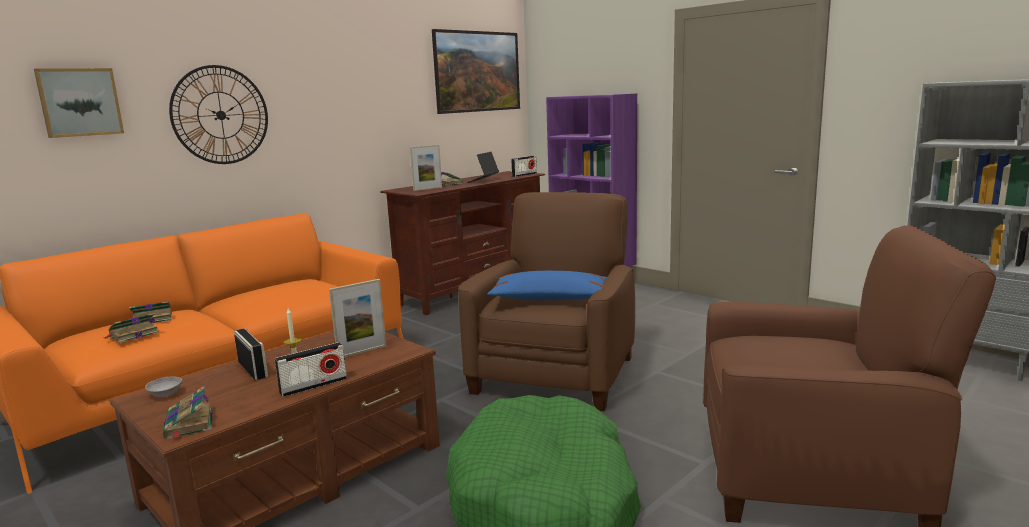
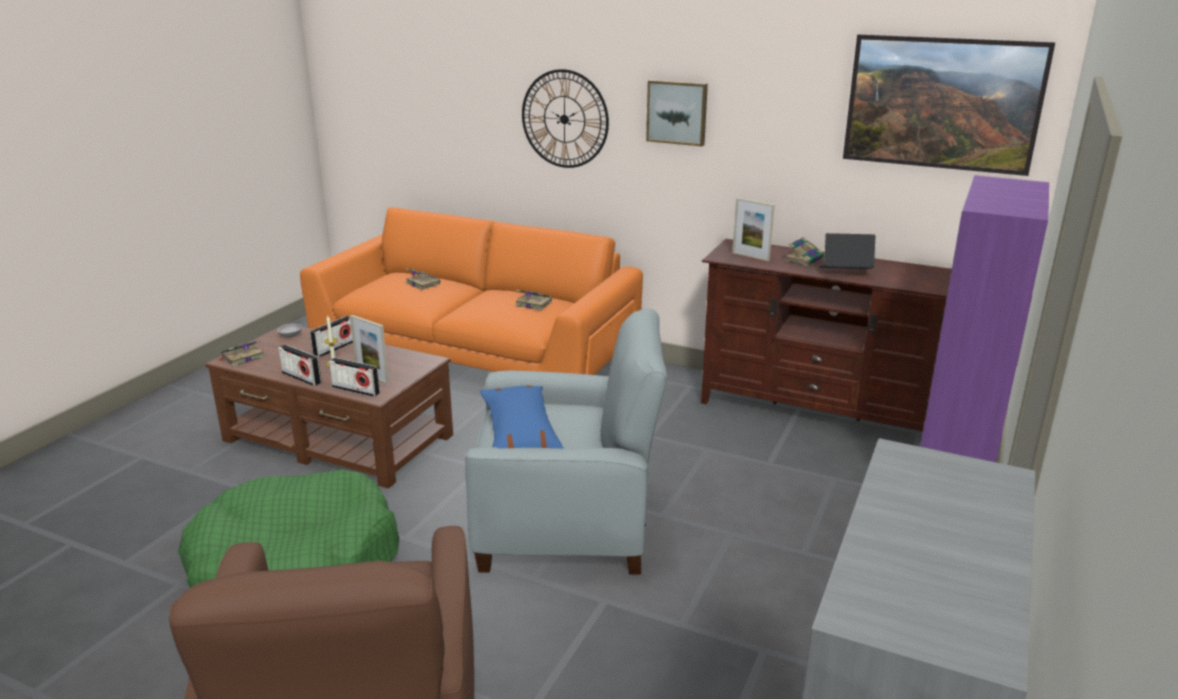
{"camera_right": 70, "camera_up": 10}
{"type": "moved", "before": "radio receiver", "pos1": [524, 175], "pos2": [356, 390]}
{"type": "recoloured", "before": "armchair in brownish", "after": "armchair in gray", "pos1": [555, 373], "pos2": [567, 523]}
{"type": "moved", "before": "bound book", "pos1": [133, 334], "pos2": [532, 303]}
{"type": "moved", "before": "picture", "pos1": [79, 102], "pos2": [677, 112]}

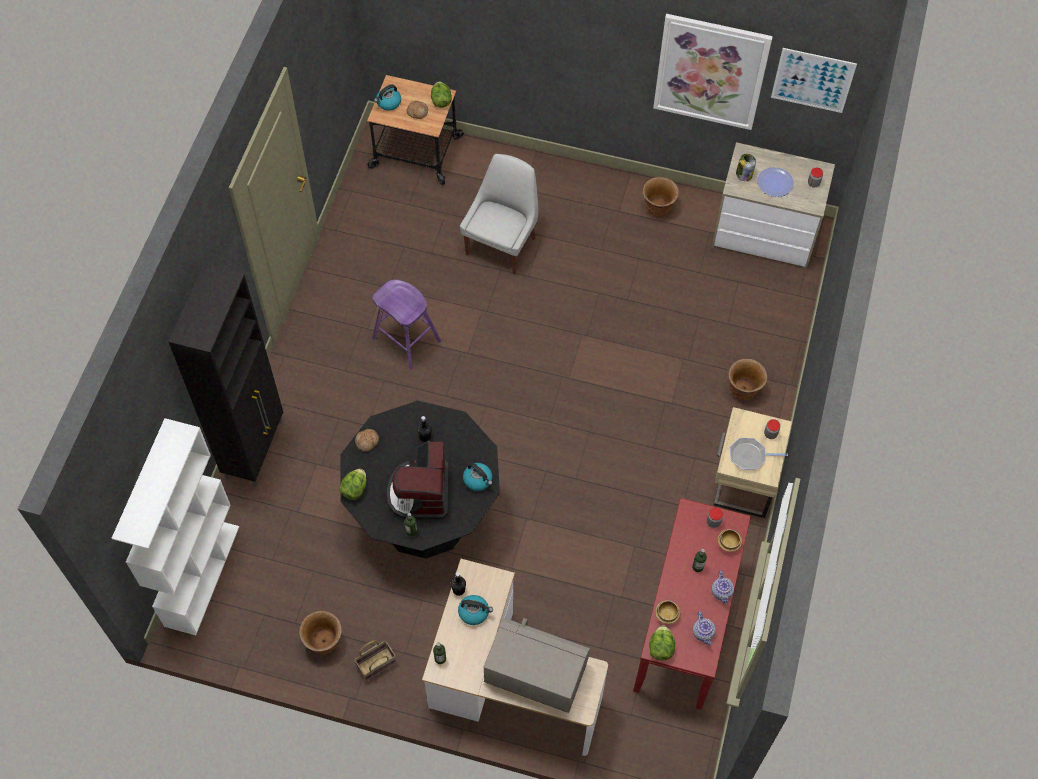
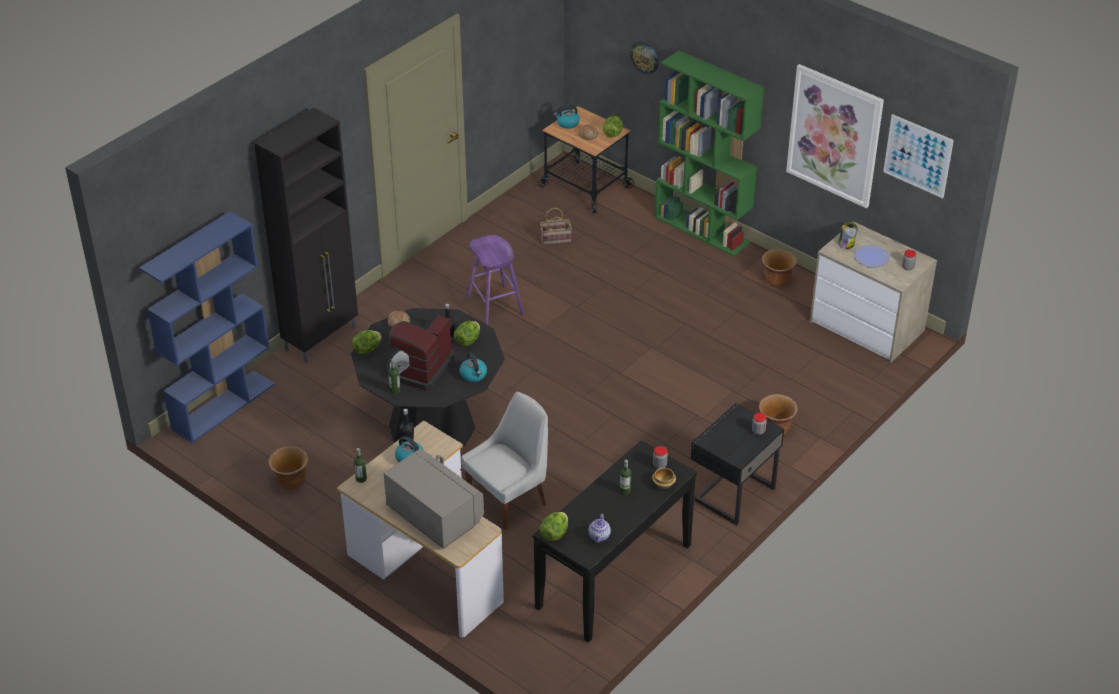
{"camera_right": 25, "camera_up": -20}
{"type": "recoloured", "before": "shelving unit in whitish", "after": "shelving unit in bluish", "pos1": [201, 575], "pos2": [223, 406]}
{"type": "added", "after": "lettuce", "pos2": [468, 340]}
{"type": "moved", "before": "plain chair in whitish", "pos1": [502, 244], "pos2": [509, 499]}
{"type": "recoloured", "before": "hall table in red", "after": "hall table in black-coloured", "pos1": [686, 623], "pos2": [614, 576]}
{"type": "moved", "before": "storage basket", "pos1": [377, 663], "pos2": [556, 238]}
{"type": "added", "after": "hanging clock", "pos2": [644, 57]}
{"type": "added", "after": "shelving unit in greenish", "pos2": [702, 230]}
{"type": "recoloured", "before": "night table in beige", "after": "night table in black-coloured", "pos1": [742, 483], "pos2": [732, 494]}
{"type": "removed", "before": "deep dish", "pos1": [667, 615]}
{"type": "removed", "before": "pot for tea", "pos1": [722, 592]}
{"type": "removed", "before": "pan", "pos1": [749, 456]}

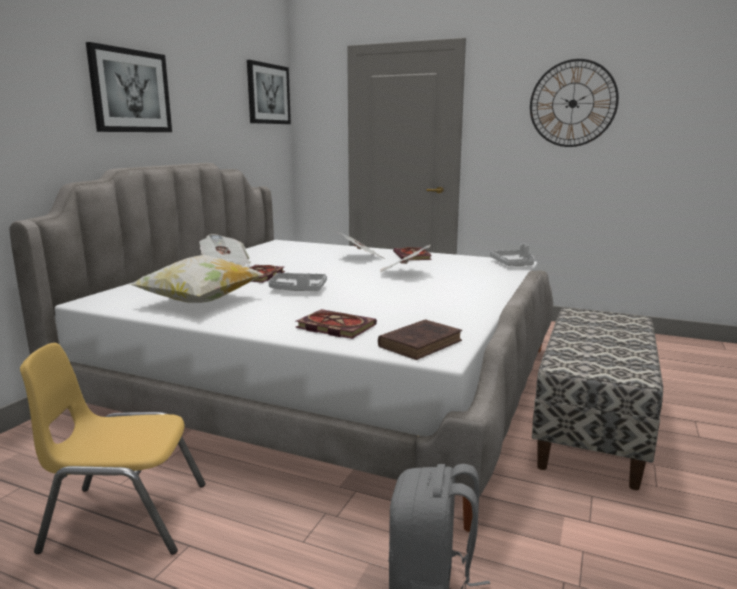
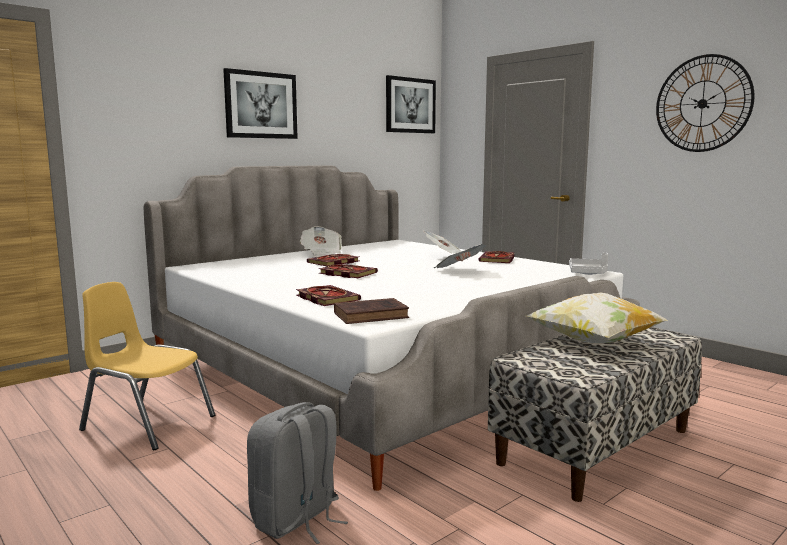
{"camera_right": 25, "camera_up": -5}
{"type": "replaced", "before": "tray in gray", "after": "bound book", "pos1": [298, 290], "pos2": [346, 273]}
{"type": "moved", "before": "throw pillow", "pos1": [200, 302], "pos2": [593, 342]}

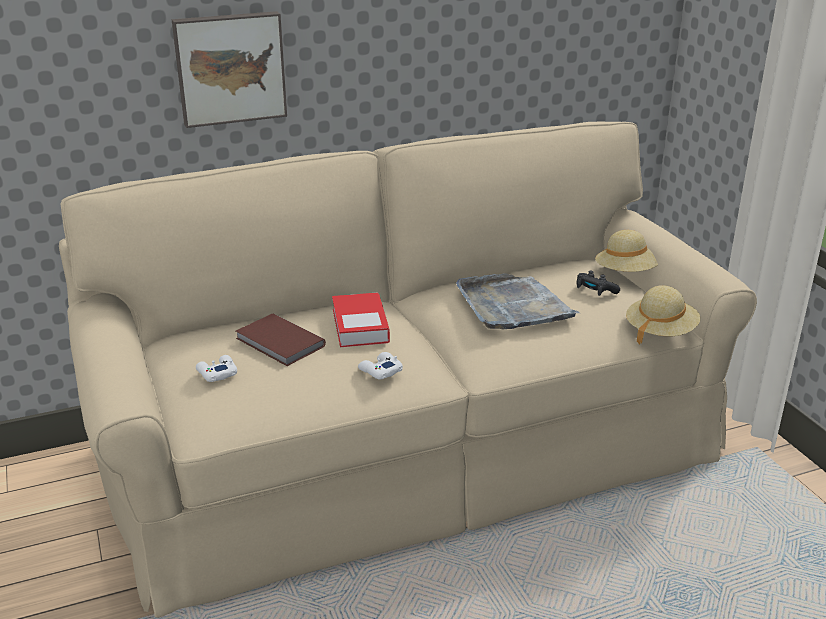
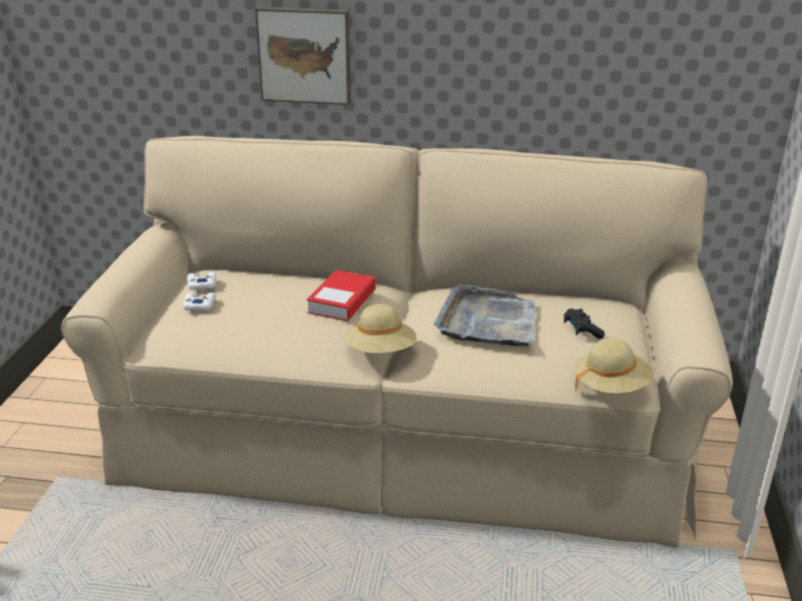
{"camera_right": 30, "camera_up": 0}
{"type": "moved", "before": "game controller in whitish", "pos1": [380, 370], "pos2": [202, 285]}
{"type": "moved", "before": "hat in beige", "pos1": [626, 273], "pos2": [381, 352]}
{"type": "removed", "before": "bound book in brownish", "pos1": [279, 343]}

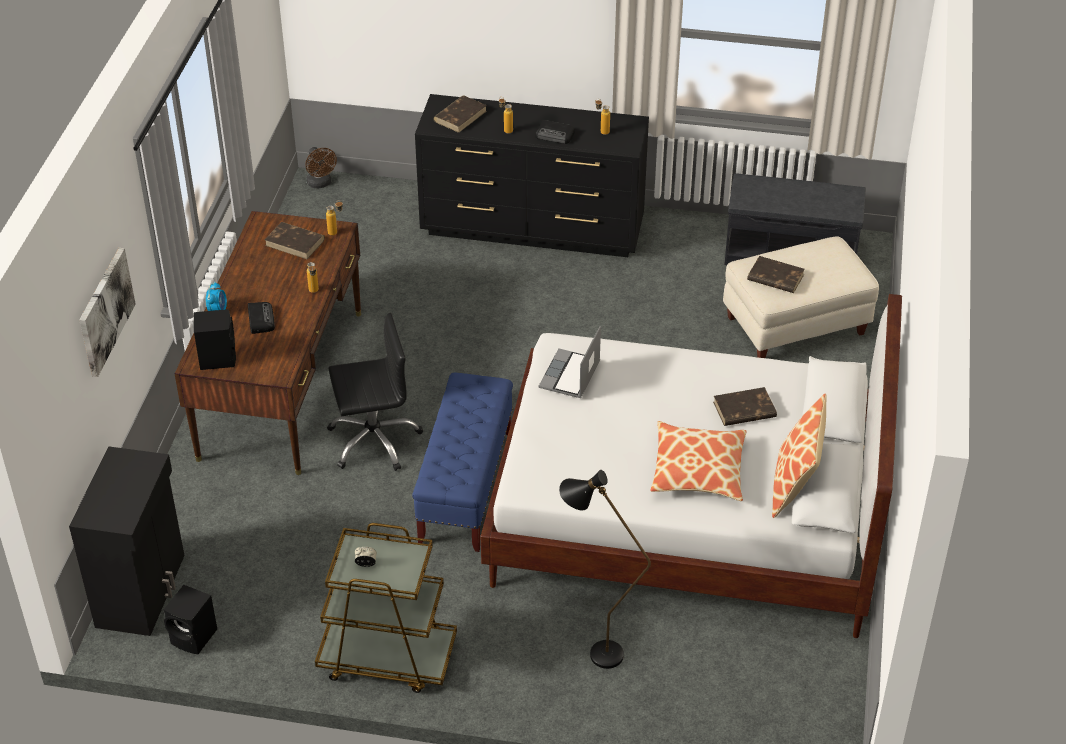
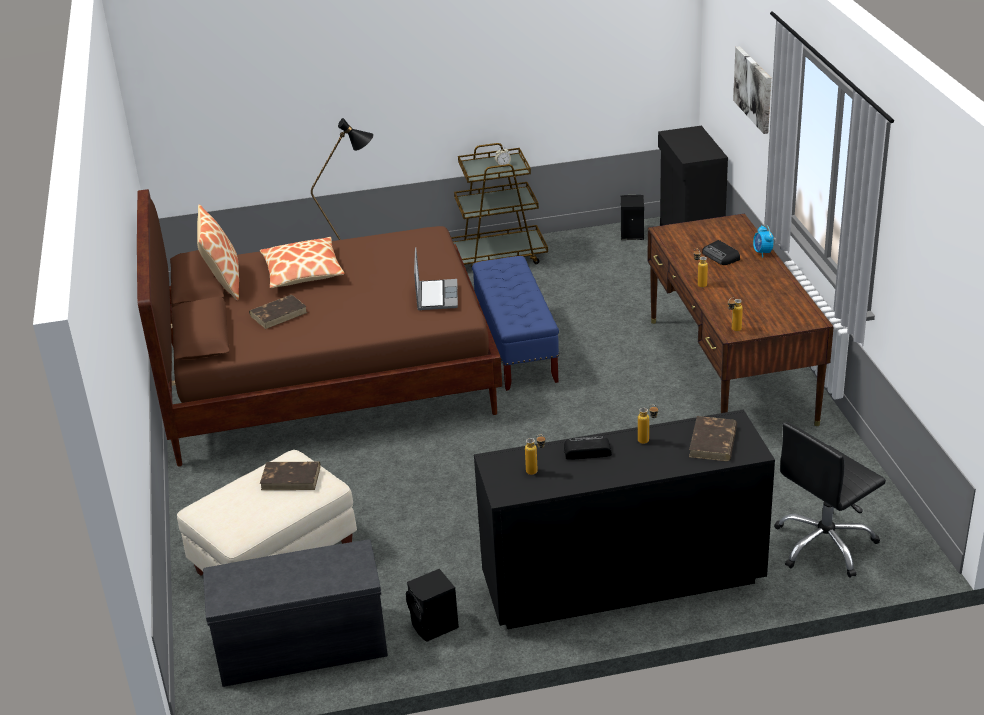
{"camera_right": 160, "camera_up": -10}
{"type": "recoloured", "before": "sleeping bed in whitish", "after": "sleeping bed in brownish", "pos1": [686, 517], "pos2": [327, 378]}
{"type": "moved", "before": "loudspeaker in black-coloured", "pos1": [218, 357], "pos2": [435, 626]}
{"type": "moved", "before": "computer chair in black-coloured", "pos1": [374, 440], "pos2": [824, 545]}
{"type": "removed", "before": "bound book in brownish", "pos1": [295, 243]}
{"type": "removed", "before": "cooling fan in brownish", "pos1": [321, 184]}

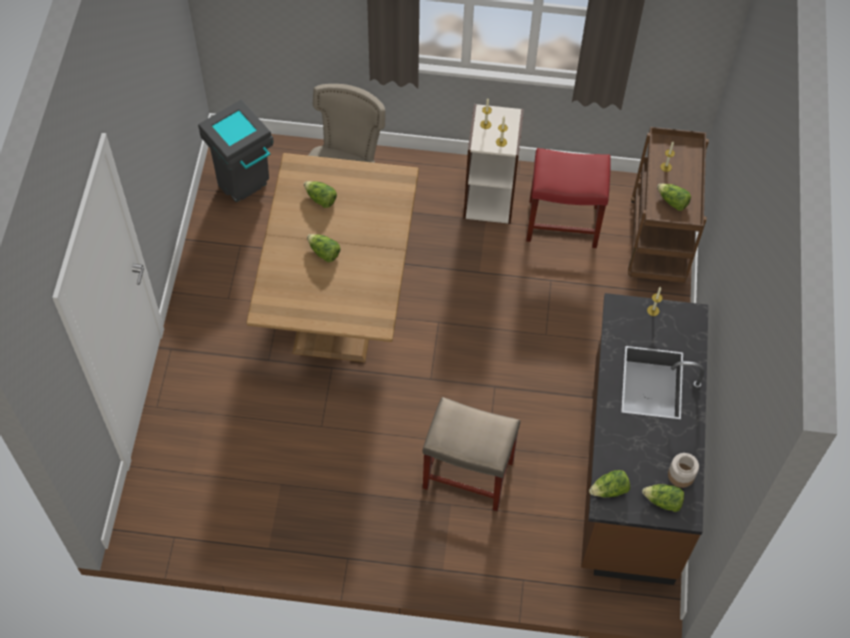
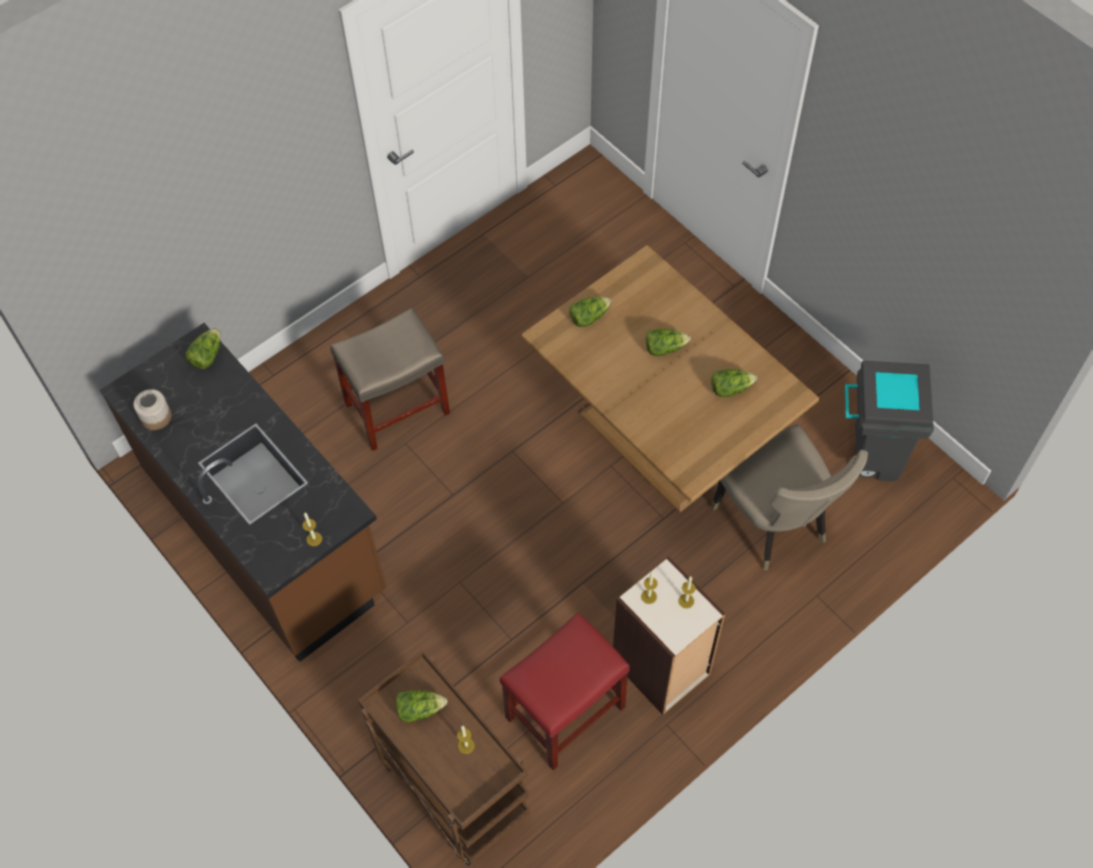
{"camera_right": 135, "camera_up": 0}
{"type": "moved", "before": "lettuce", "pos1": [663, 501], "pos2": [588, 317]}

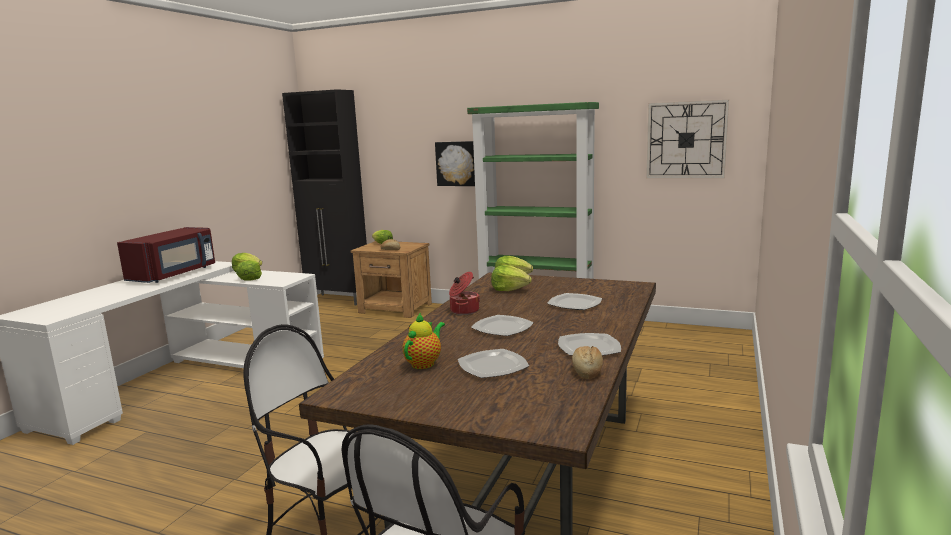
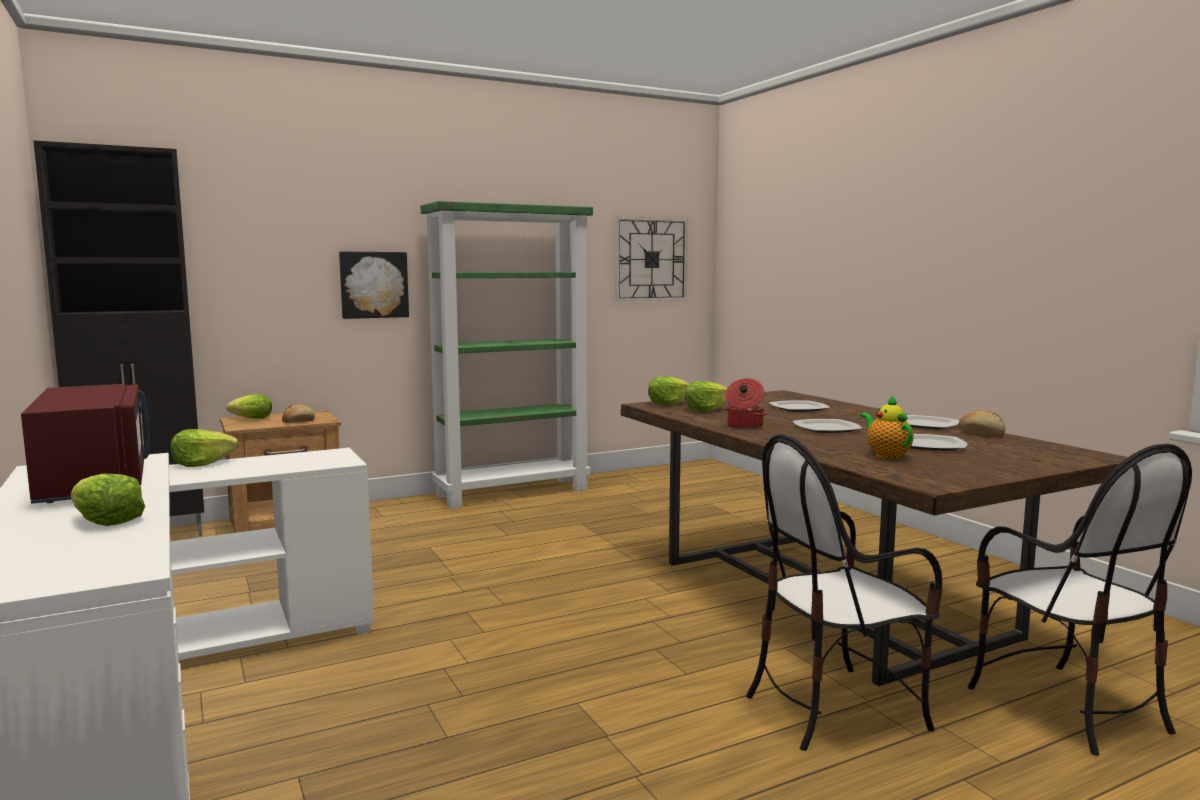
{"camera_right": -50, "camera_up": -5}
{"type": "moved", "before": "lettuce", "pos1": [250, 278], "pos2": [106, 522]}

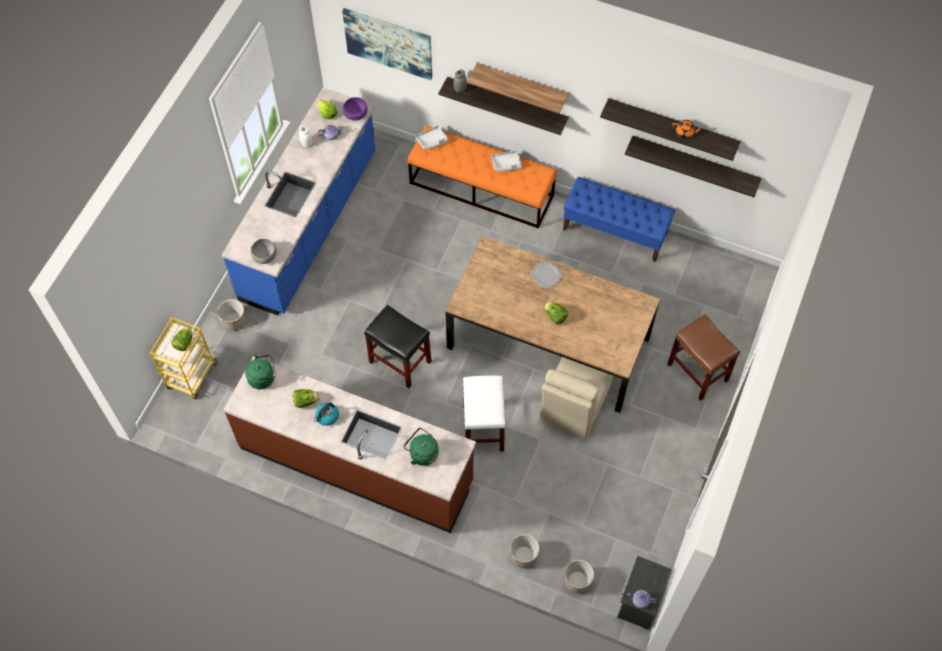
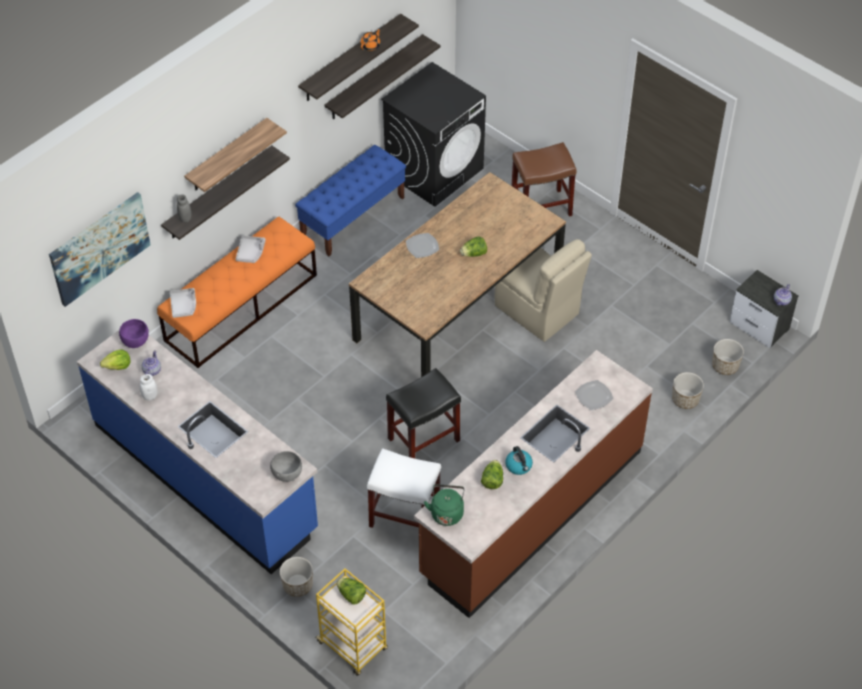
{"camera_right": -70, "camera_up": -10}
{"type": "moved", "before": "stool seat in whitish", "pos1": [483, 428], "pos2": [403, 517]}
{"type": "added", "after": "laundry appliance in black-coloured", "pos2": [434, 170]}
{"type": "replaced", "before": "tea kettle in greenish", "after": "plate", "pos1": [422, 453], "pos2": [593, 396]}

